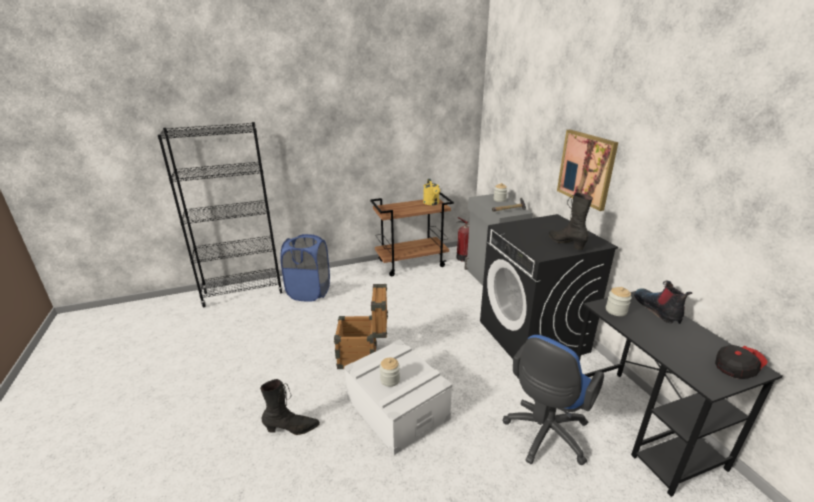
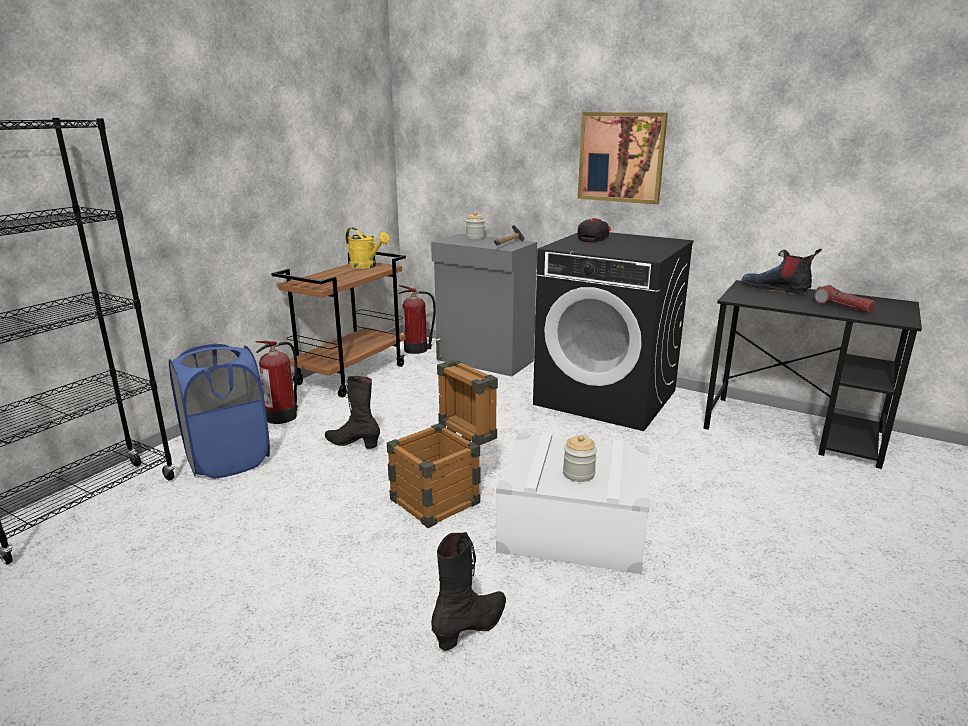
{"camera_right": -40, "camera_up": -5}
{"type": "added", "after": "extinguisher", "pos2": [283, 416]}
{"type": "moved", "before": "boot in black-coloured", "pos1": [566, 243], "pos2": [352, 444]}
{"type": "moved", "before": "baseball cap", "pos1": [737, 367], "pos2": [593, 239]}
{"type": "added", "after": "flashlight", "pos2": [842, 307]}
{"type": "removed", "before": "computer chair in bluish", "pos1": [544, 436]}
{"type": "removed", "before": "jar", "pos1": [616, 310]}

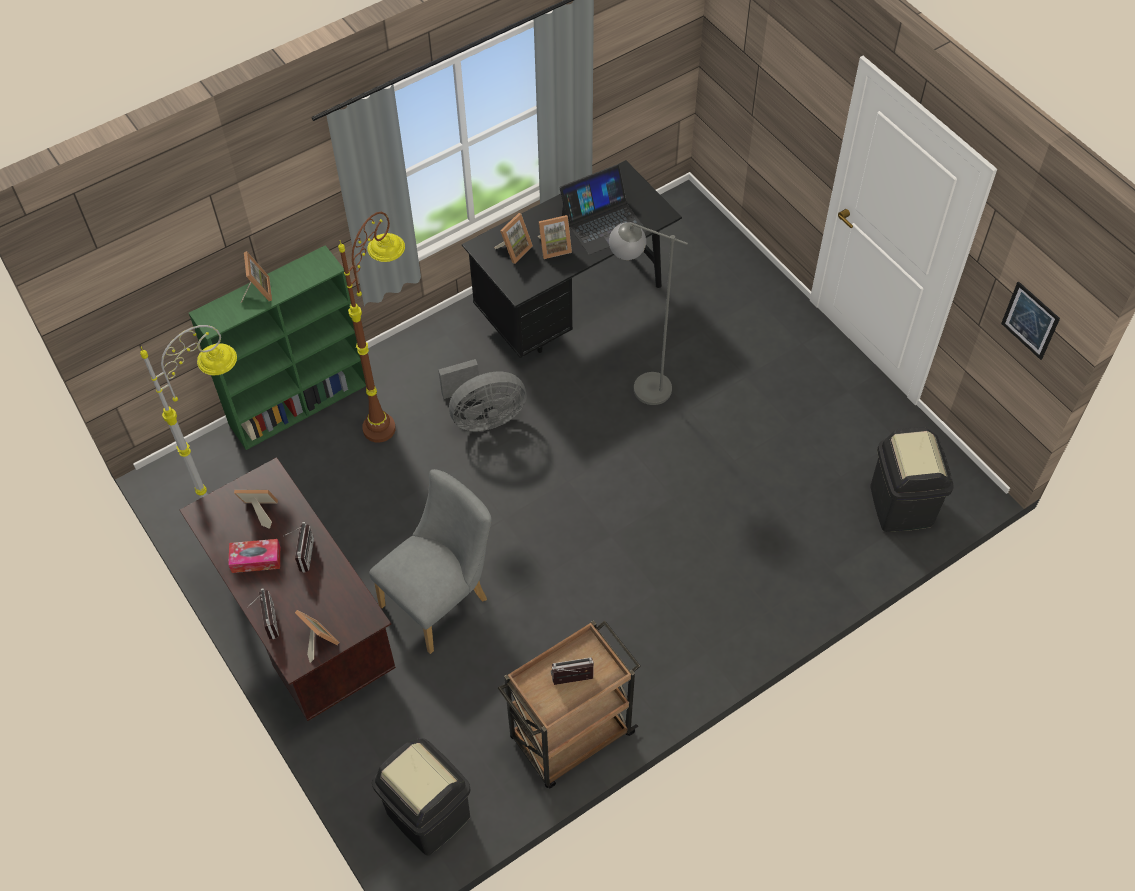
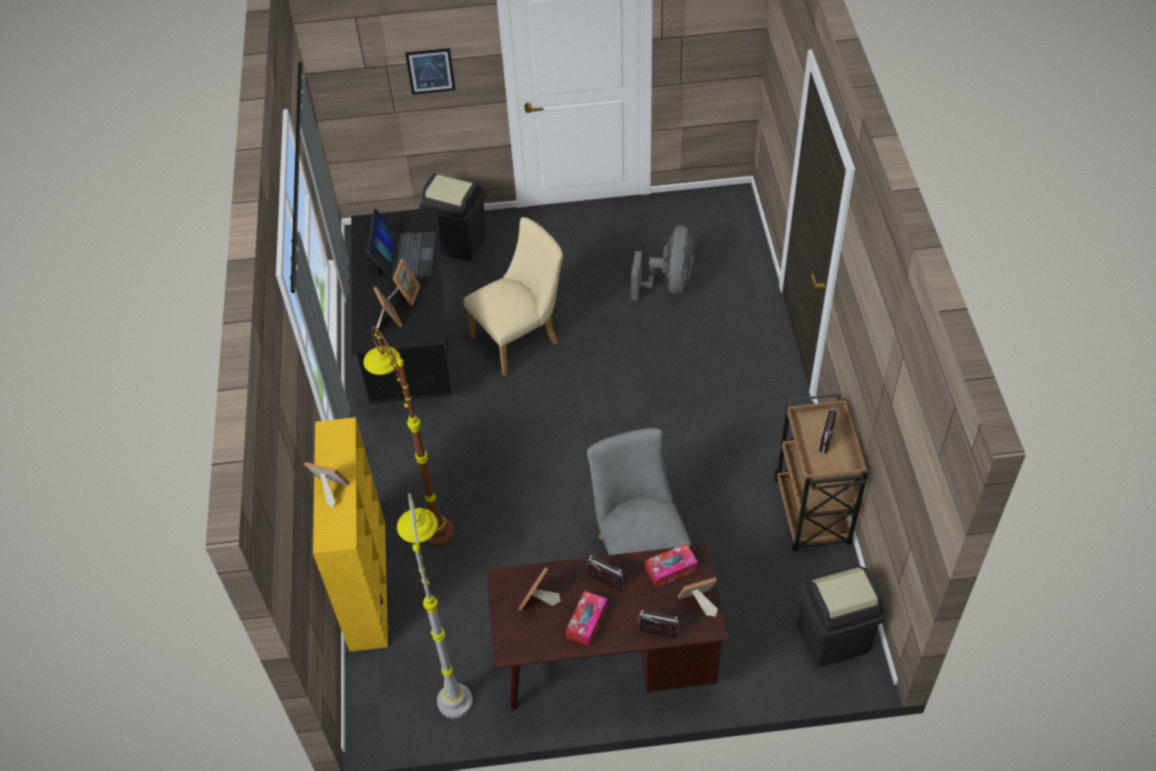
{"camera_right": -60, "camera_up": -5}
{"type": "recoloured", "before": "shelving unit in greenish", "after": "shelving unit in yellow-coloured", "pos1": [300, 403], "pos2": [367, 583]}
{"type": "moved", "before": "picture", "pos1": [1030, 320], "pos2": [430, 71]}
{"type": "moved", "before": "waste bin in black-coloured", "pos1": [900, 506], "pos2": [458, 243]}
{"type": "replaced", "before": "floor lamp in gray", "after": "plain chair in beige", "pos1": [639, 384], "pos2": [520, 338]}
{"type": "moved", "before": "cooling fan in gray", "pos1": [484, 417], "pos2": [669, 284]}
{"type": "added", "after": "tissue holder", "pos2": [671, 569]}

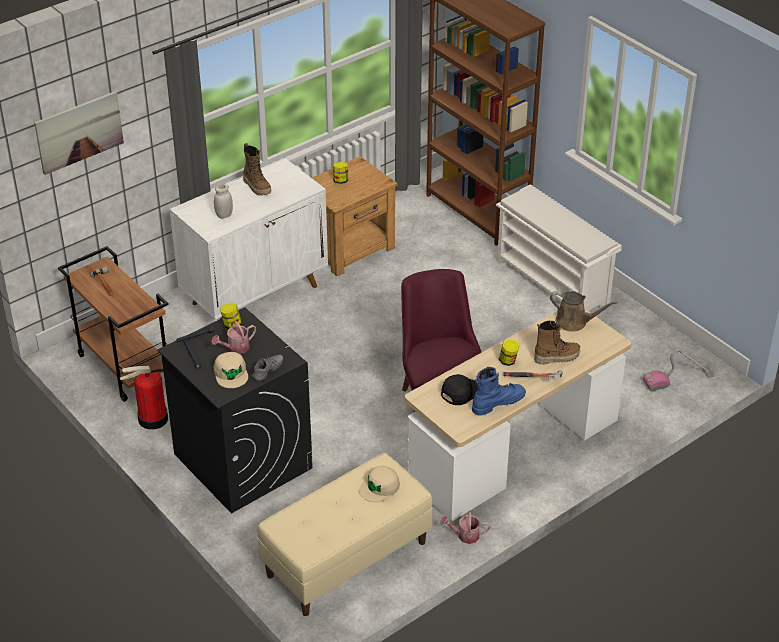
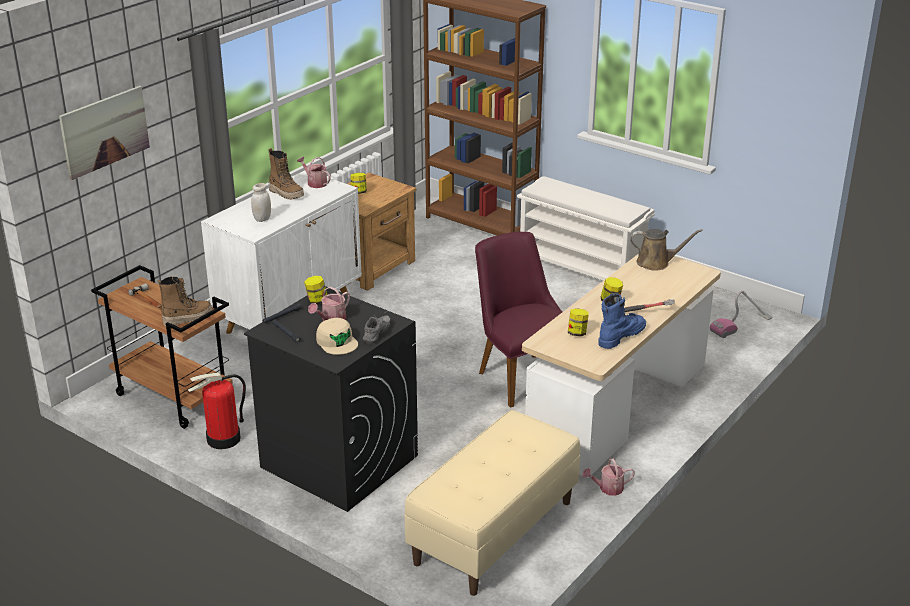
{"camera_right": -15, "camera_up": -10}
{"type": "moved", "before": "boot", "pos1": [556, 357], "pos2": [187, 318]}
{"type": "added", "after": "sprinkling can", "pos2": [315, 183]}
{"type": "replaced", "before": "baseball cap in black-coloured", "after": "jar", "pos1": [460, 392], "pos2": [577, 333]}
{"type": "removed", "before": "baseball cap in beige", "pos1": [379, 487]}

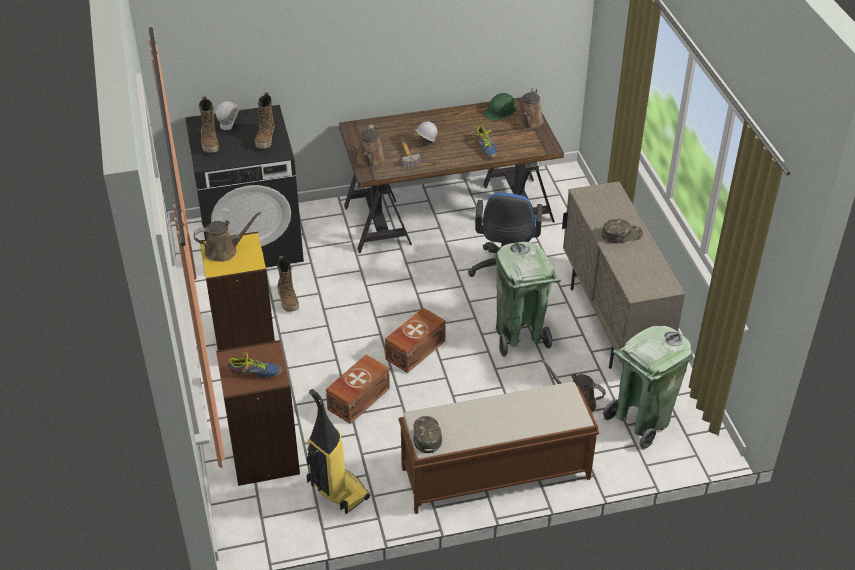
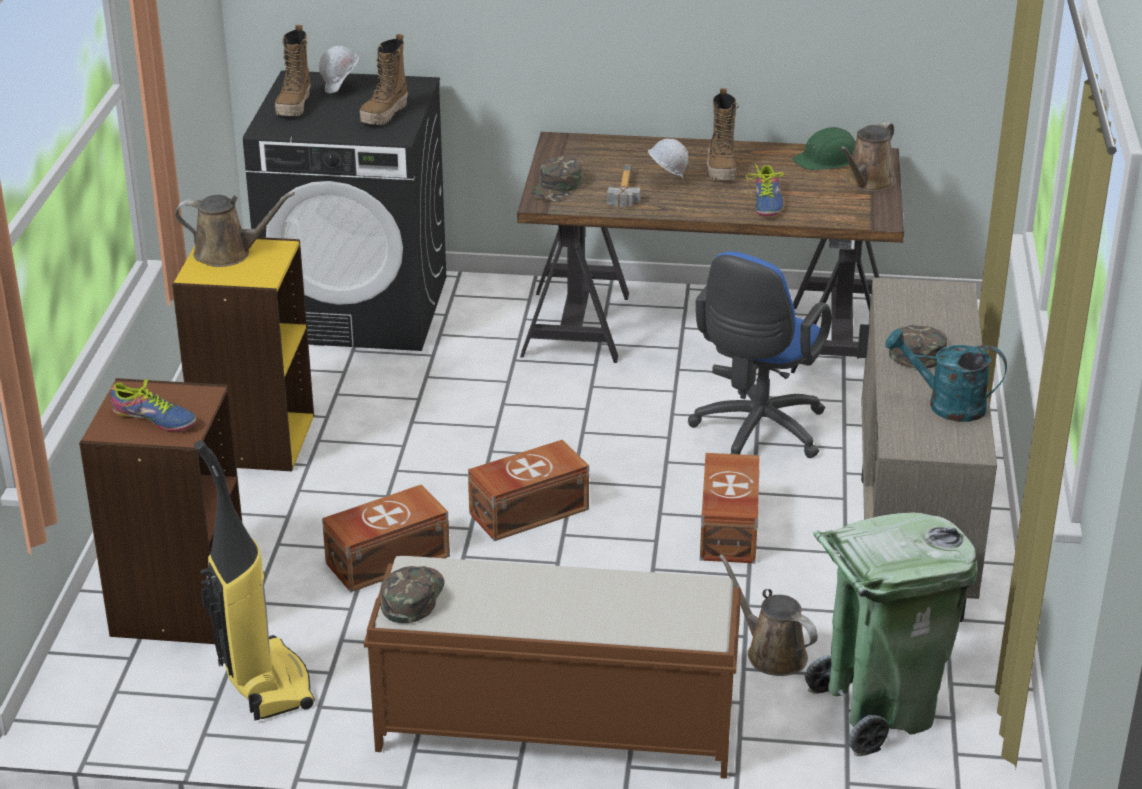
{"camera_right": 20, "camera_up": -10}
{"type": "replaced", "before": "sprinkling can in brownish", "after": "baseball cap in greenish", "pos1": [370, 161], "pos2": [557, 188]}
{"type": "replaced", "before": "waste bin in greenish", "after": "storage container in brownish", "pos1": [520, 335], "pos2": [727, 530]}
{"type": "moved", "before": "boot", "pos1": [288, 300], "pos2": [721, 169]}
{"type": "added", "after": "sprinkling can in turquoise", "pos2": [946, 405]}

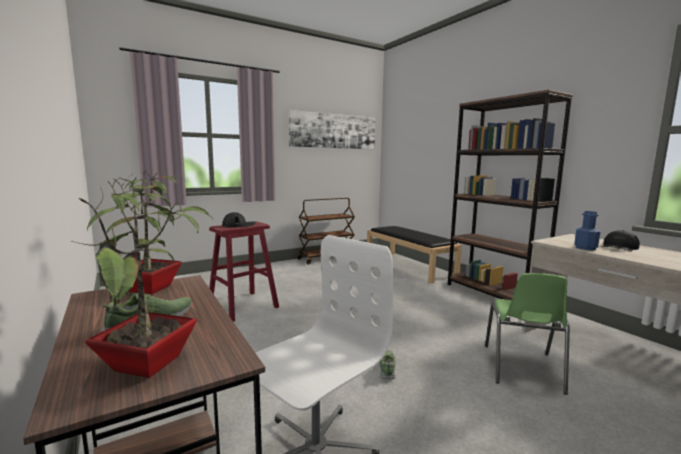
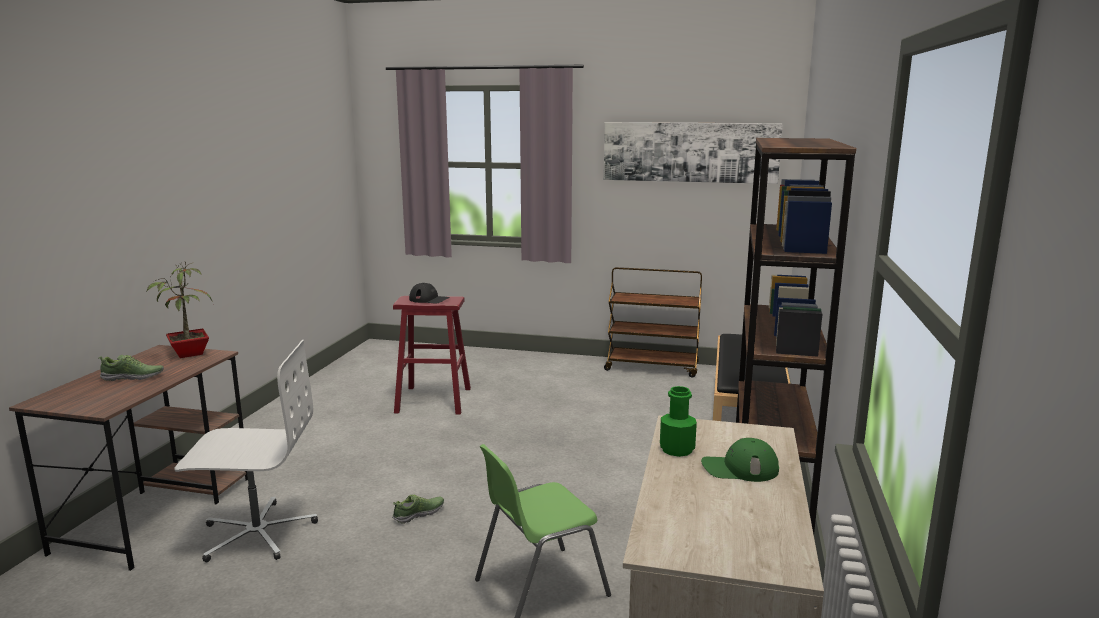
{"camera_right": 45, "camera_up": 5}
{"type": "recoloured", "before": "beverage bottle in bluish", "after": "beverage bottle in greenish", "pos1": [585, 248], "pos2": [677, 449]}
{"type": "recoloured", "before": "baseball cap in black-coloured", "after": "baseball cap in greenish", "pos1": [619, 247], "pos2": [739, 468]}
{"type": "removed", "before": "plant in a pot", "pos1": [151, 365]}

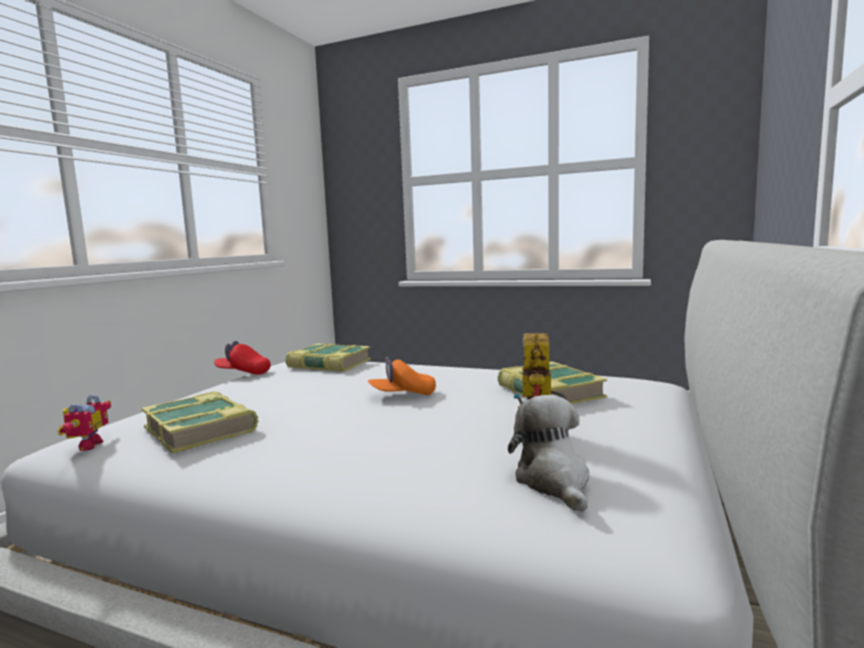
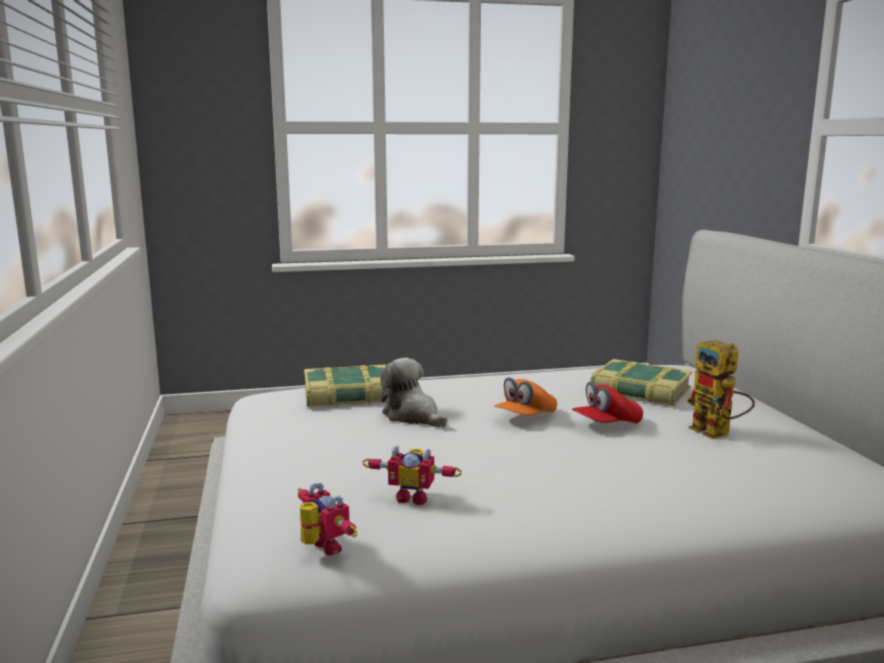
{"camera_right": -35, "camera_up": 5}
{"type": "replaced", "before": "bound book", "after": "model robot", "pos1": [201, 429], "pos2": [413, 497]}
{"type": "moved", "before": "cuddly toy", "pos1": [554, 481], "pos2": [413, 416]}
{"type": "moved", "before": "baseball cap in red", "pos1": [243, 373], "pos2": [606, 424]}

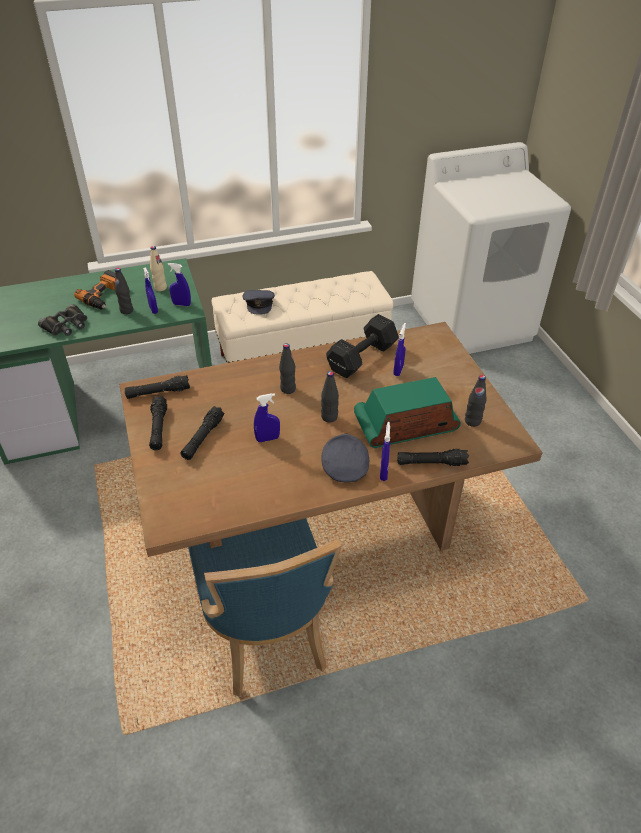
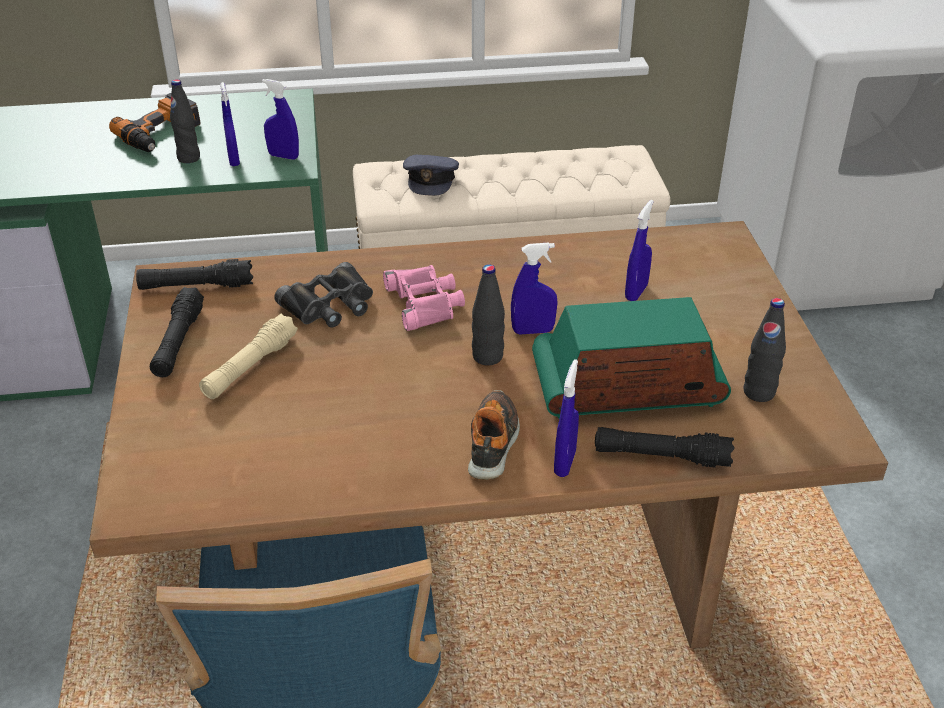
{"camera_right": 10, "camera_up": -5}
{"type": "recoloured", "before": "flashlight in black-coloured", "after": "flashlight in beige", "pos1": [203, 438], "pos2": [250, 367]}
{"type": "moved", "before": "pair of binoculars in black-coloured", "pos1": [66, 325], "pos2": [330, 305]}
{"type": "replaced", "before": "beverage bottle in black-coloured", "after": "pair of binoculars in pinkish", "pos1": [288, 389], "pos2": [425, 303]}
{"type": "replaced", "before": "baseball cap in gray", "after": "low shoe", "pos1": [344, 466], "pos2": [493, 442]}
{"type": "moved", "before": "hand sprayer in bluish", "pos1": [267, 439], "pos2": [533, 331]}
{"type": "removed", "before": "beverage bottle in beige", "pos1": [160, 288]}
{"type": "removed", "before": "dumbbell in black-coloured", "pos1": [360, 358]}

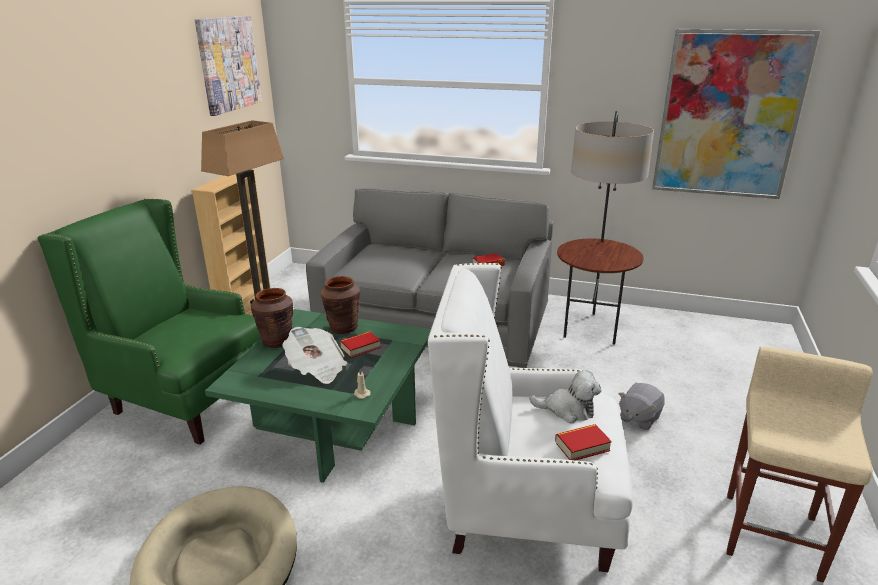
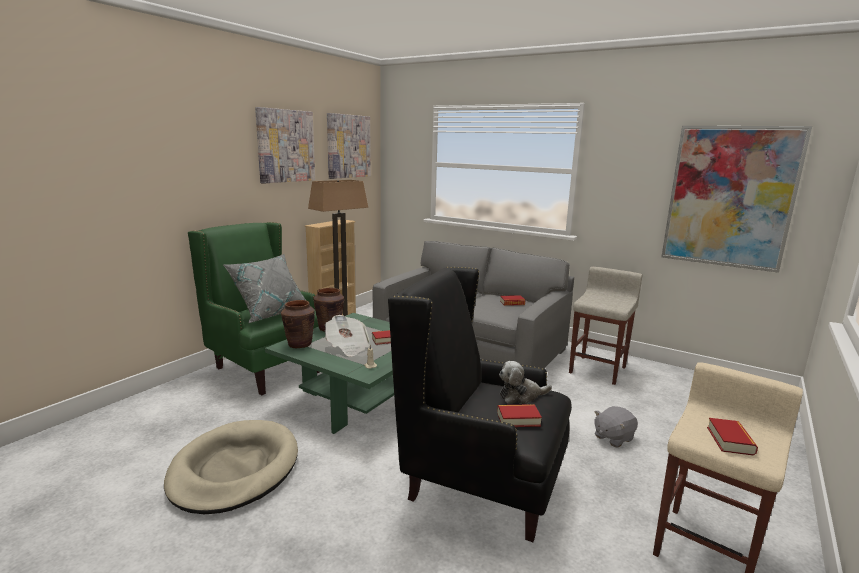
{"camera_right": 15, "camera_up": -10}
{"type": "added", "after": "throw pillow in gray", "pos2": [270, 313]}
{"type": "added", "after": "picture", "pos2": [285, 146]}
{"type": "moved", "before": "vase in brownish", "pos1": [343, 328], "pos2": [299, 344]}
{"type": "recoloured", "before": "armchair in whitish", "after": "armchair in black-coloured", "pos1": [526, 516], "pos2": [480, 487]}
{"type": "turned", "before": "cuddly toy", "pos1": [568, 410], "pos2": [521, 396], "turn": 135}
{"type": "replaced", "before": "floor lamp", "after": "stool seat in beige", "pos1": [591, 328], "pos2": [598, 369]}
{"type": "added", "after": "bound book", "pos2": [730, 441]}

